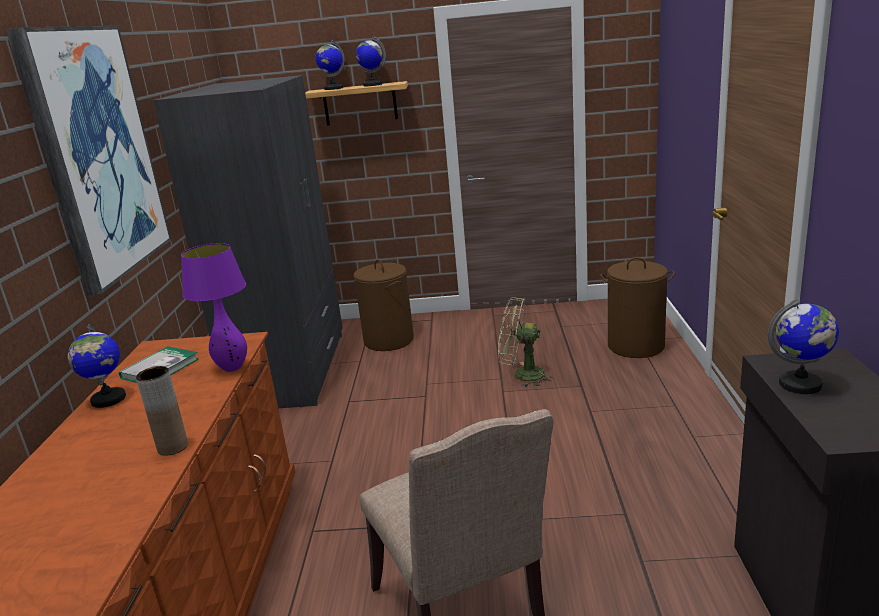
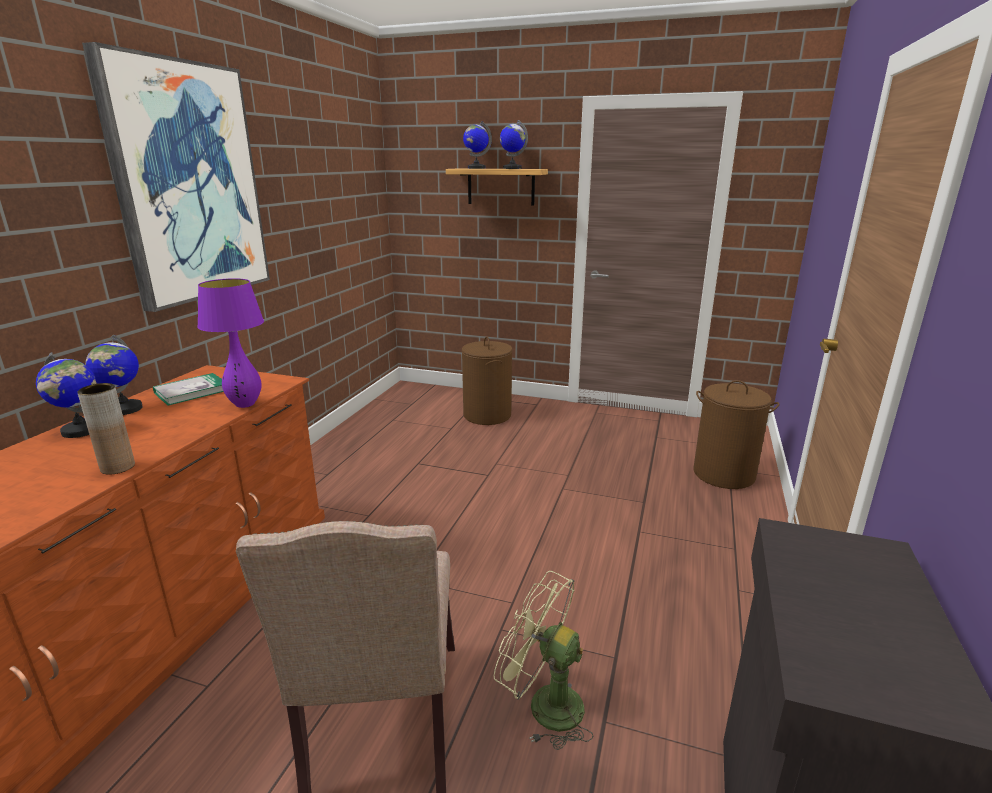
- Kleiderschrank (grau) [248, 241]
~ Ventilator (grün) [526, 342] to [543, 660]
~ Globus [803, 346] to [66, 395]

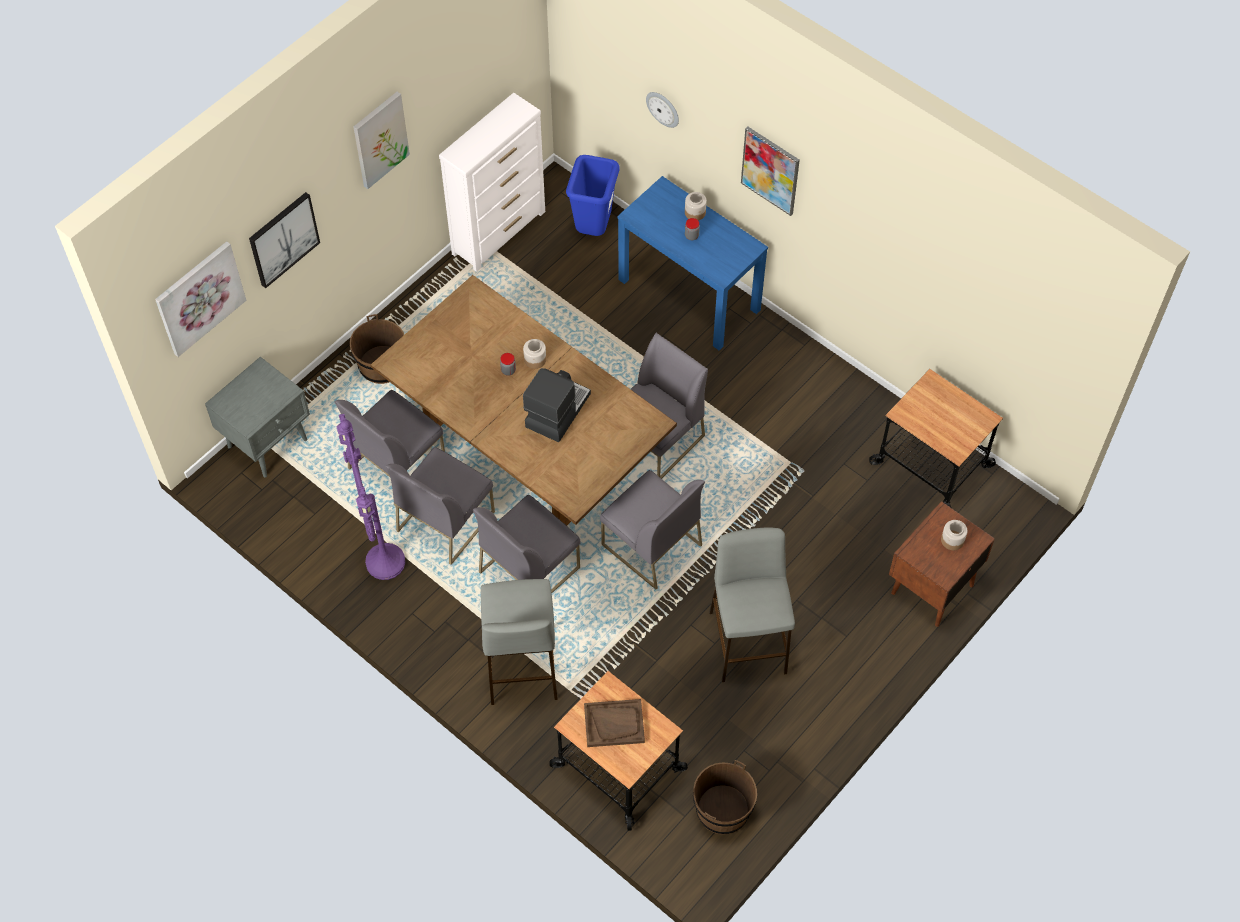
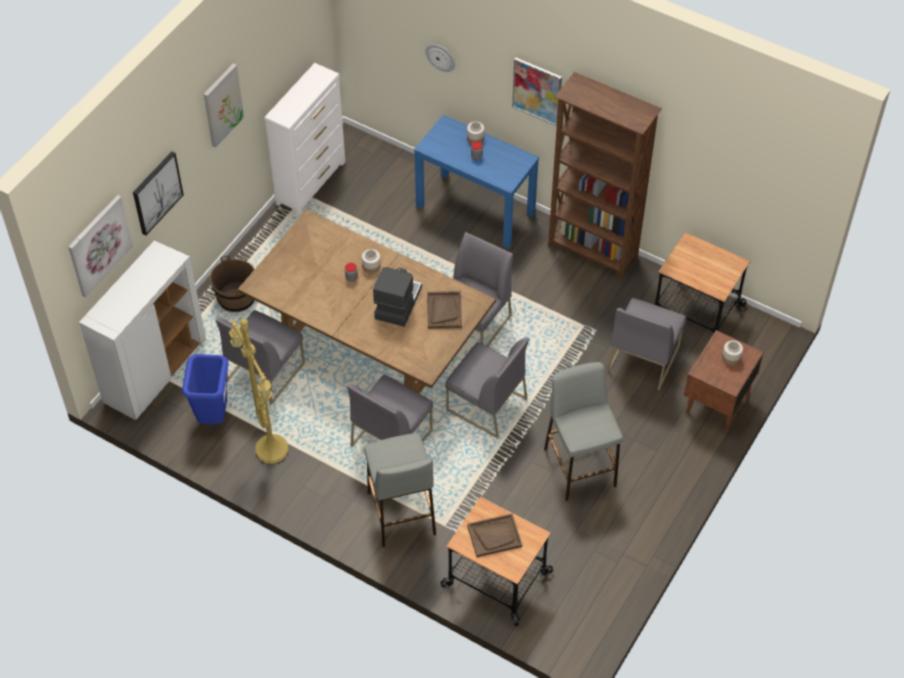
~ Mülleimer (blau) [592, 195] to [205, 389]
~ Nachttisch (grau) [257, 417] to Schrank (weiß) [142, 330]
~ Stehlampe (lila) [370, 497] to Stehlampe (gelb) [258, 391]
~ Stuhl (grau) [440, 506] to [646, 344]
- Eimer (braun) [725, 797]
+ Bücherregal (braun) [605, 176]
+ Tablett (braun) [444, 310]

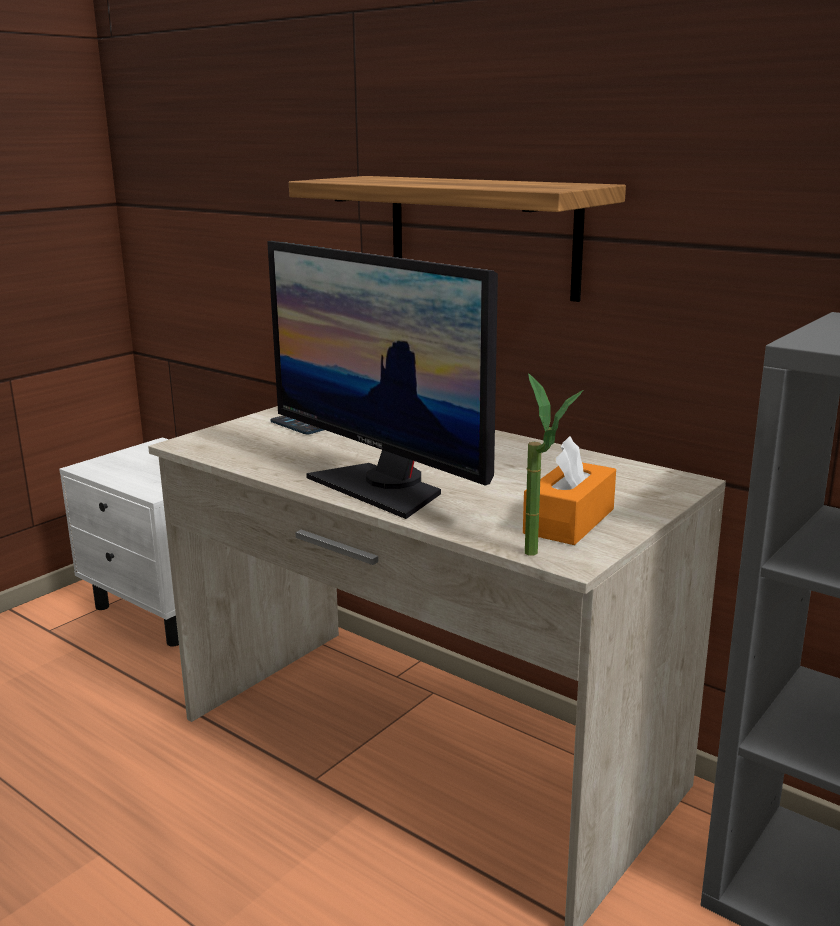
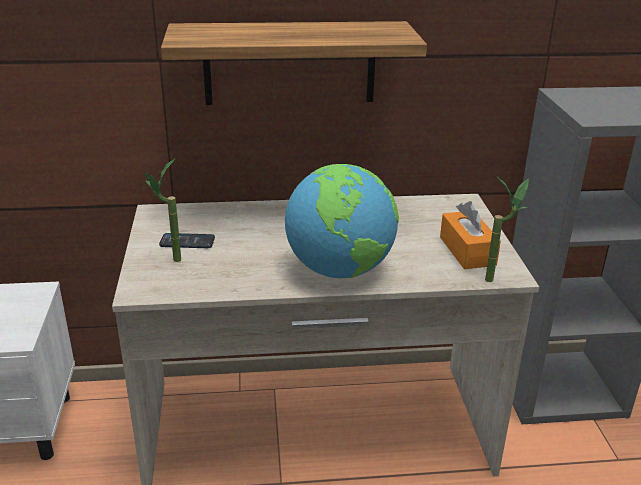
~ Monitor [382, 380] to Globus [342, 221]
+ Topfpflanze [162, 210]

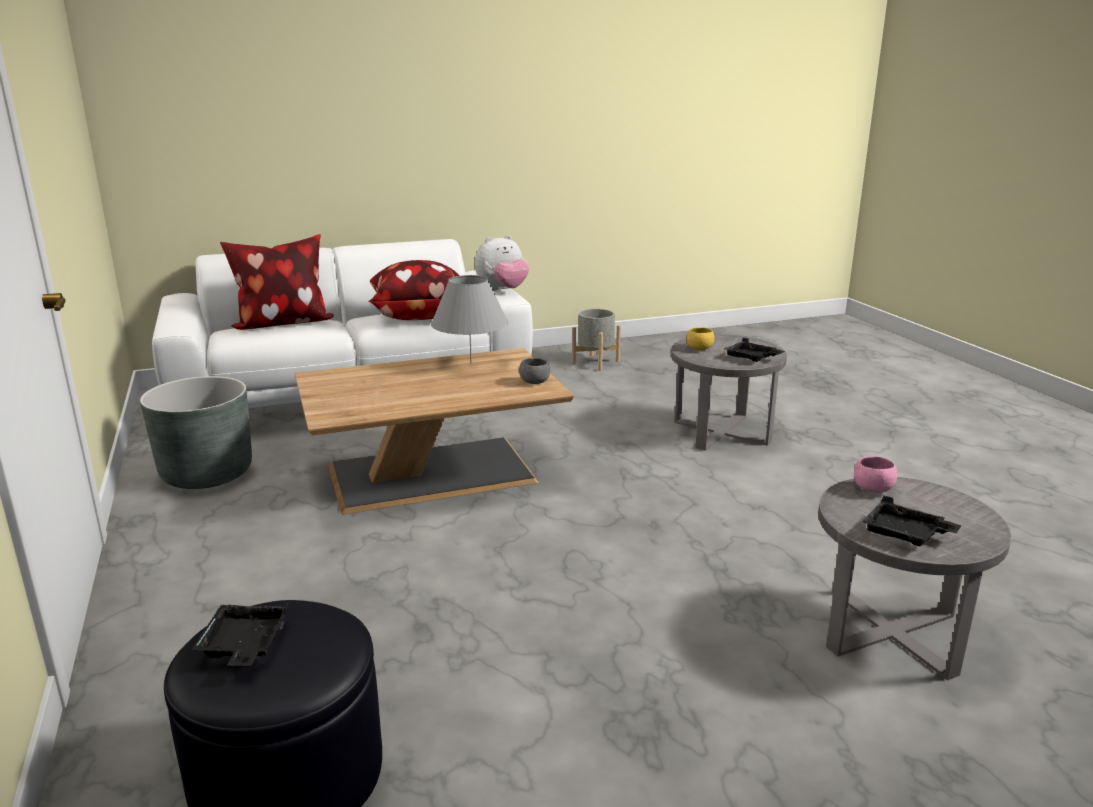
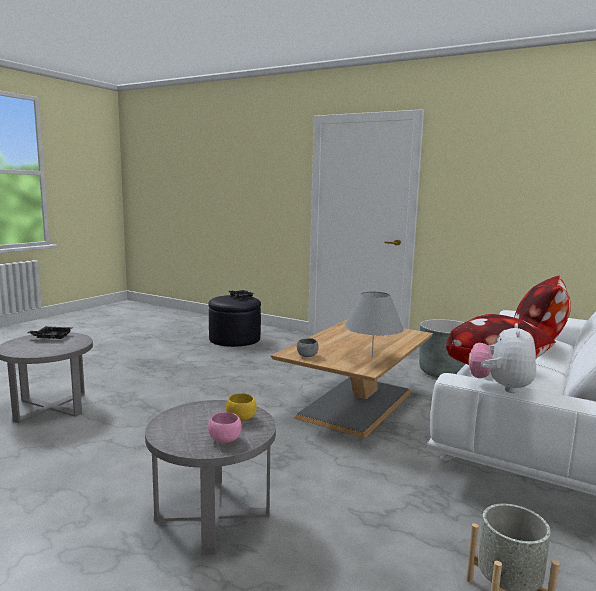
- Tablett (schwarz) [754, 350]
~ Schüssel (rosa) [875, 474] to [225, 427]

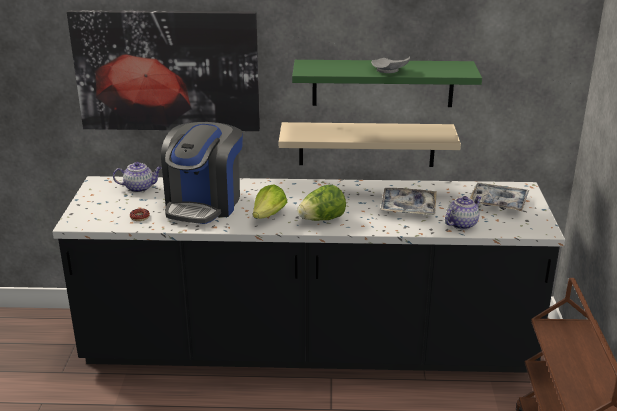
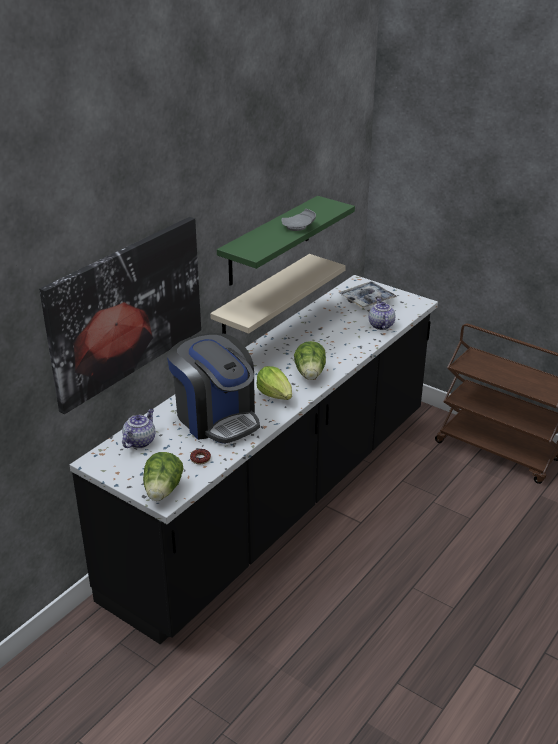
- Tablett [409, 201]
+ Salatkopf [163, 476]

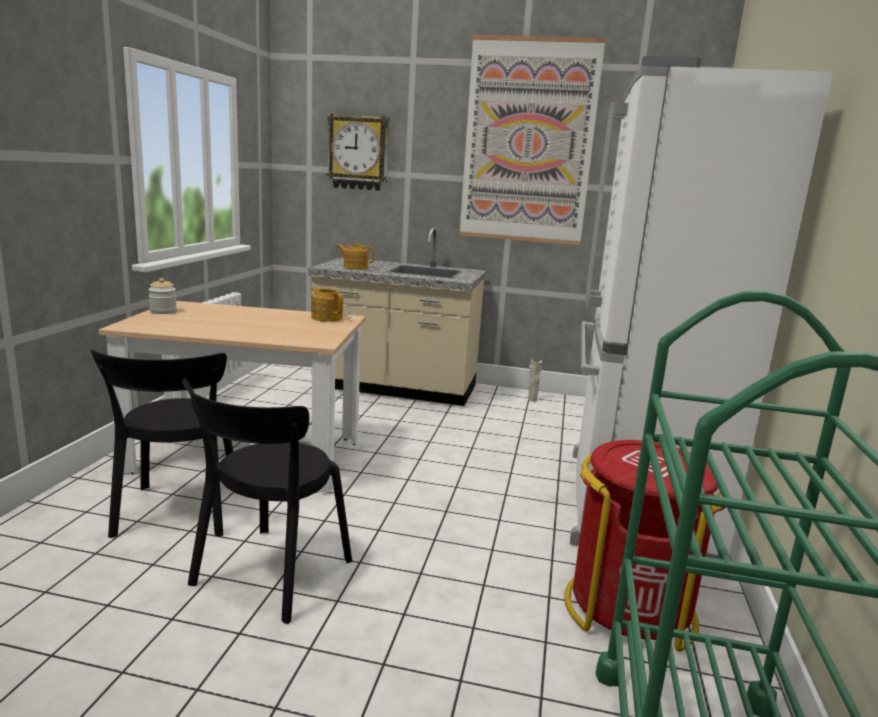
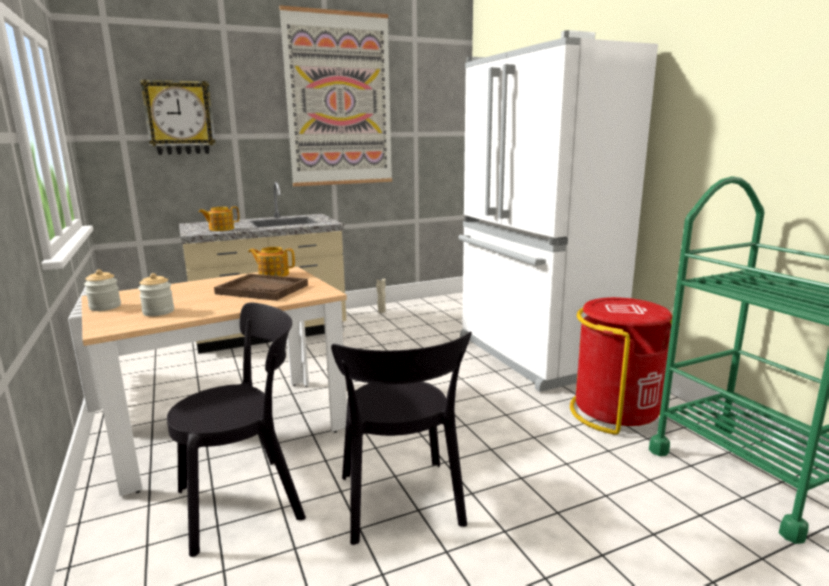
~ Stuhl (schwarz) [162, 443] = [236, 430] 75 degrees counterclockwise
+ Vorratsglas [156, 294]
+ Tablett (braun) [261, 287]

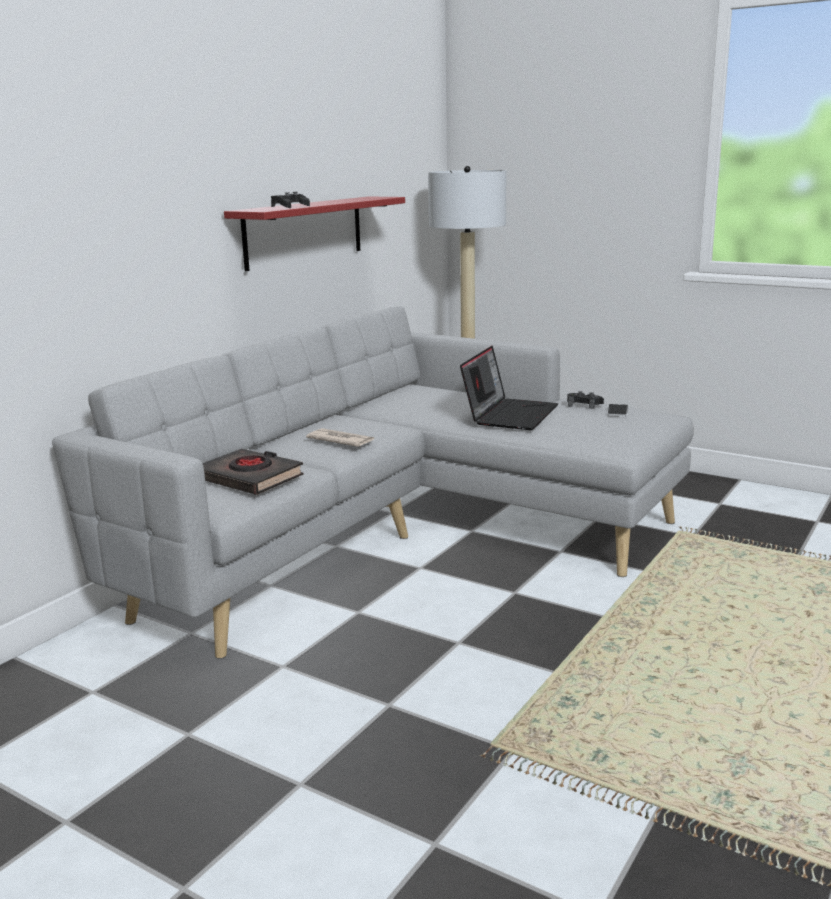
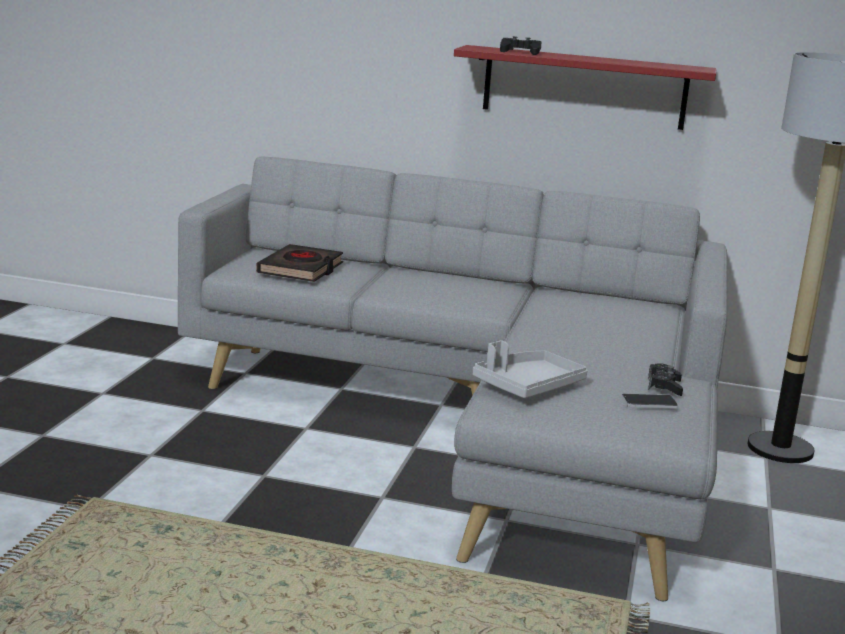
- Laptop [509, 388]
- Zeitung [340, 437]
+ Tablett (grau) [530, 369]

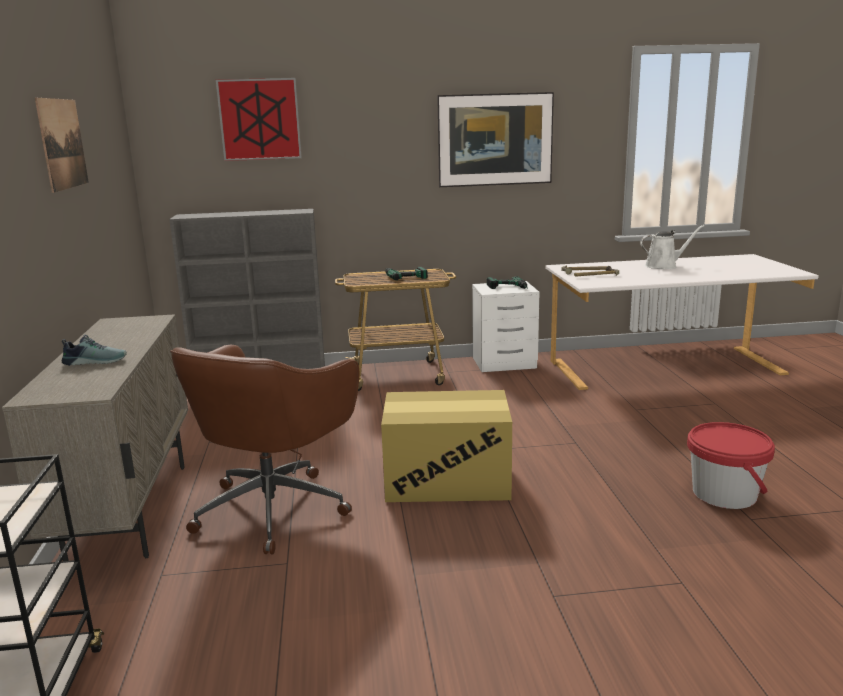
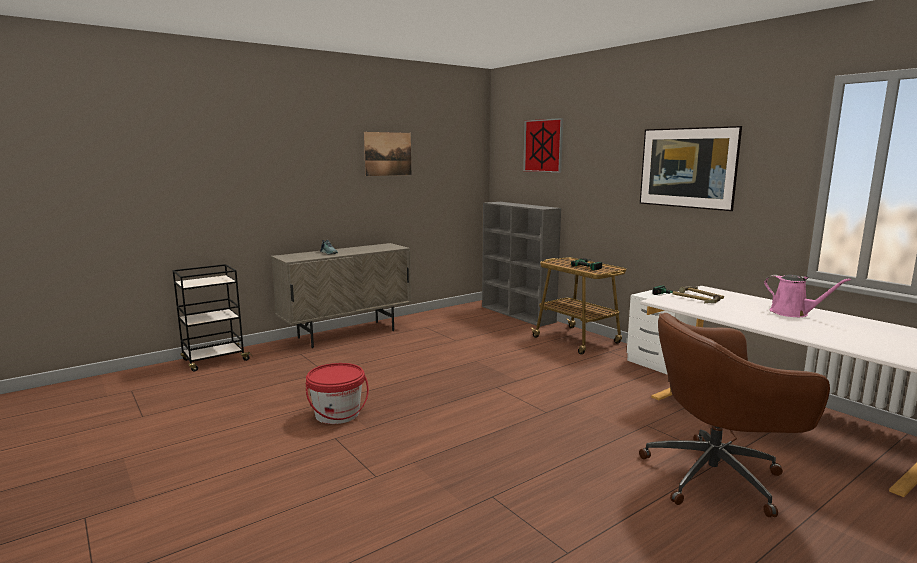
~ Gießkanne (weiß) [672, 247] to Gießkanne (rosa) [807, 296]
~ Bürostuhl (braun) [264, 449] to [734, 415]
- Karton [446, 446]
~ Eimer (rot) [731, 465] to [337, 393]

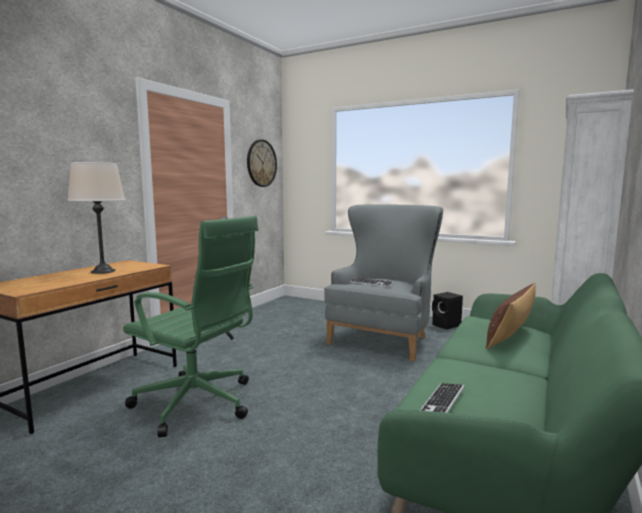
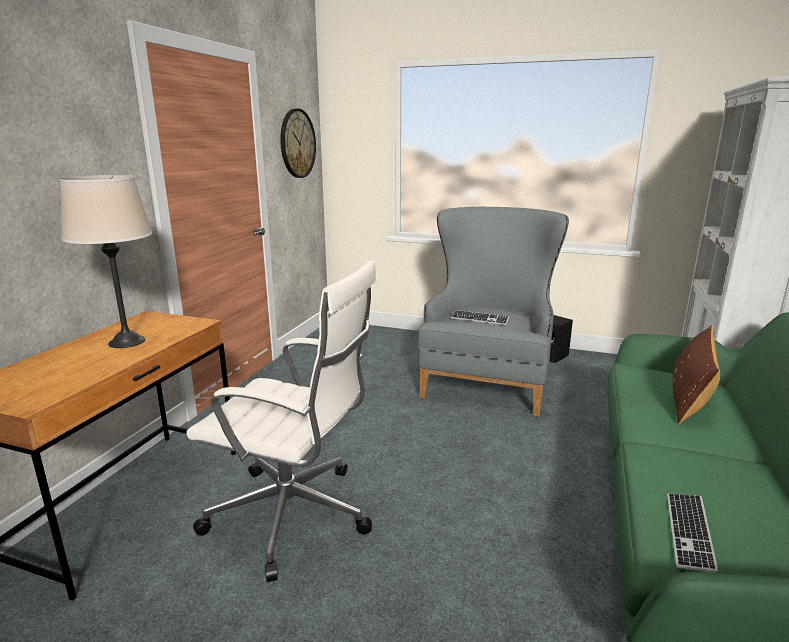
~ Bürostuhl (grün) [190, 326] to Bürostuhl (weiß) [281, 421]

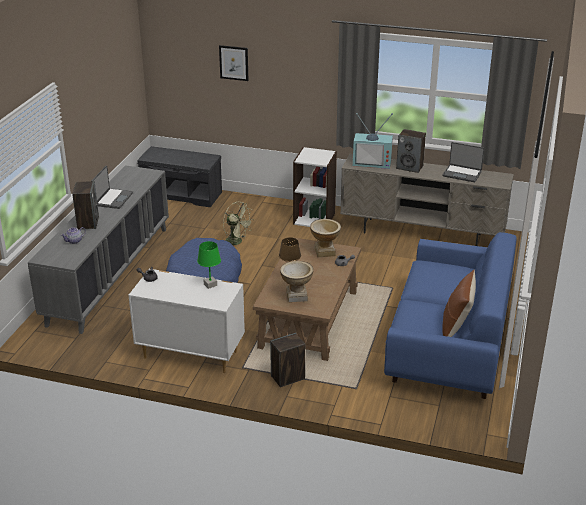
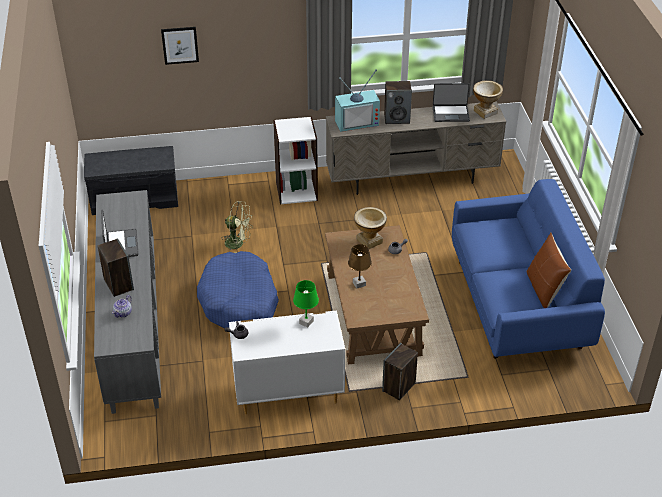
~ Vase [297, 281] to [488, 99]

